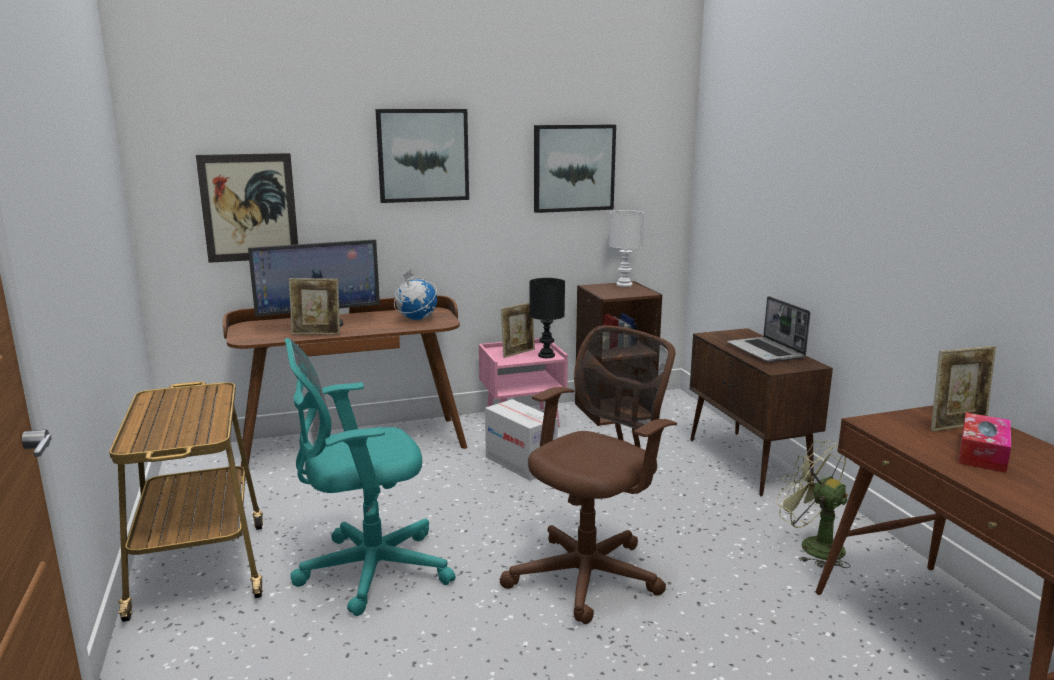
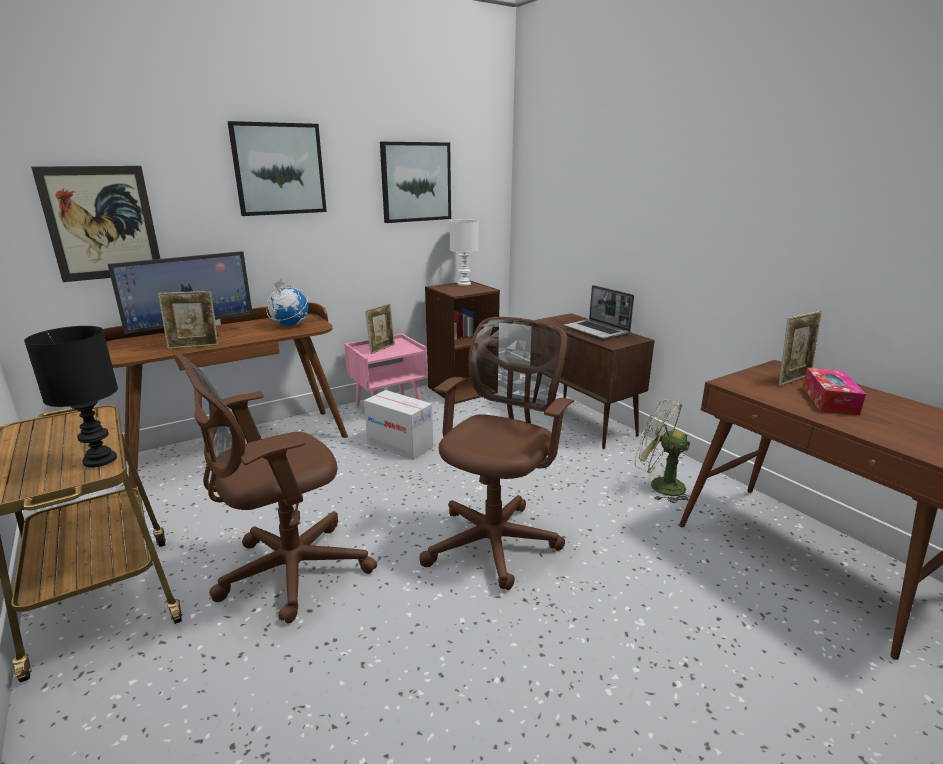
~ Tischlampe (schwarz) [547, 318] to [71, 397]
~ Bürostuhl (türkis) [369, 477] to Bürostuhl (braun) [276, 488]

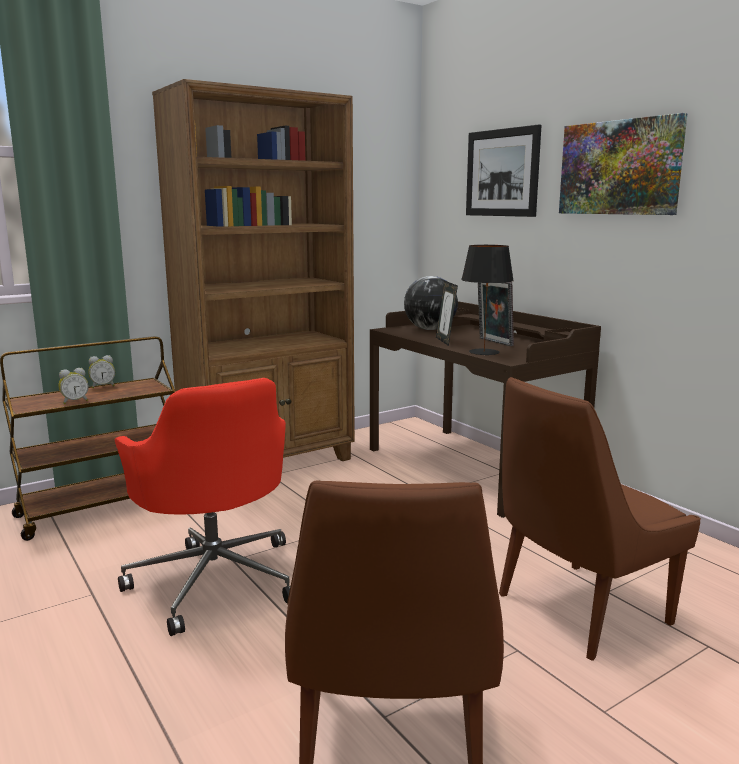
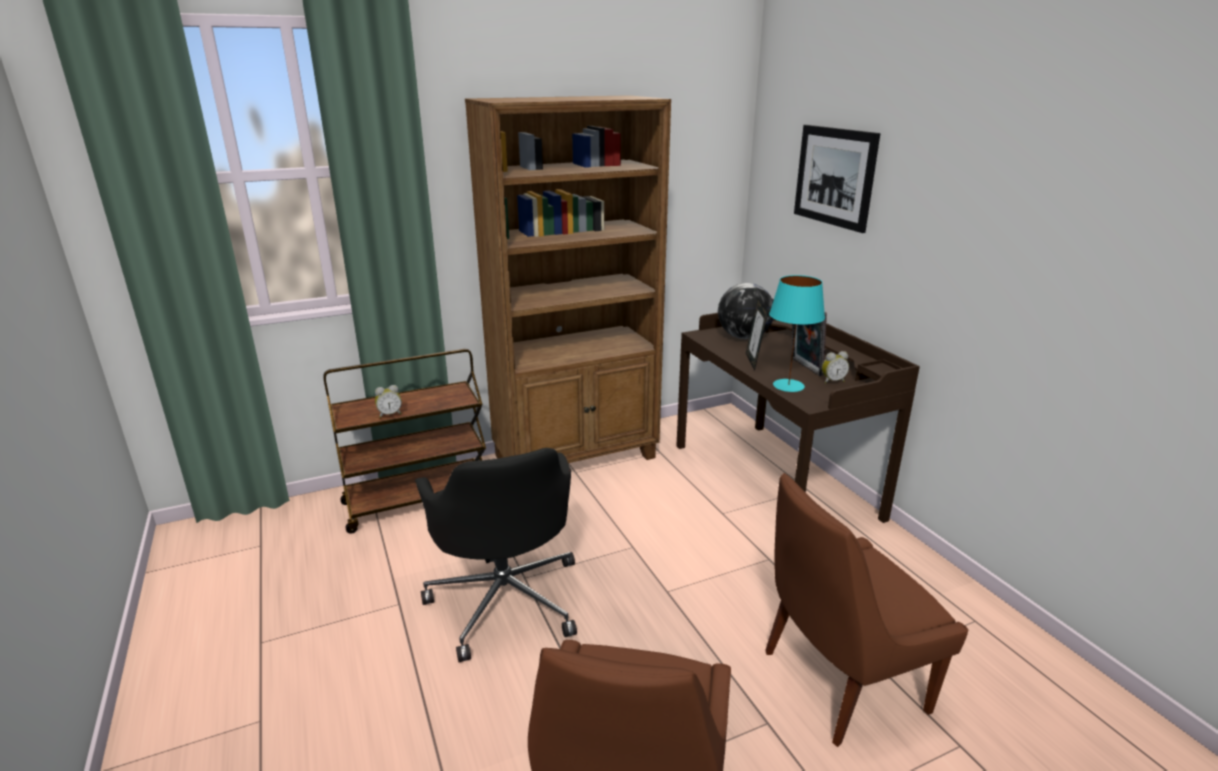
- Bild [623, 164]
~ Tischlampe (schwarz) [487, 300] to Tischlampe (türkis) [797, 333]
~ Wecker [102, 371] to [835, 367]
~ Bürostuhl (rot) [202, 507] to Bürostuhl (schwarz) [496, 555]

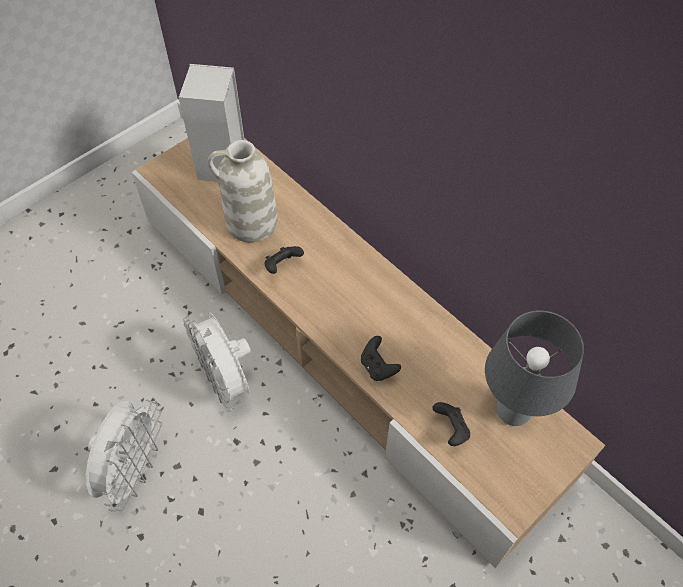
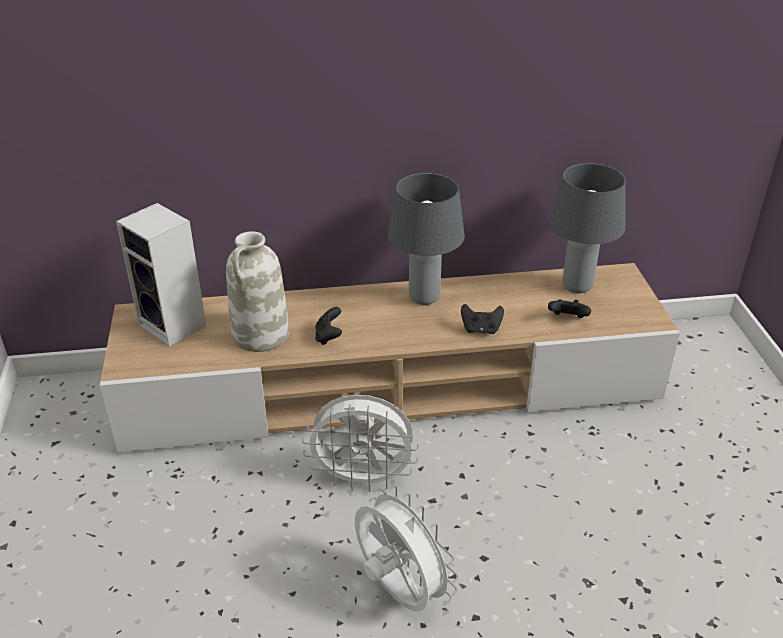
+ Tischlampe (grau) [426, 239]

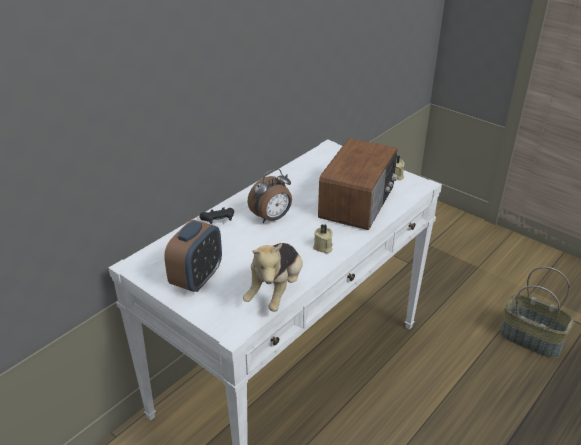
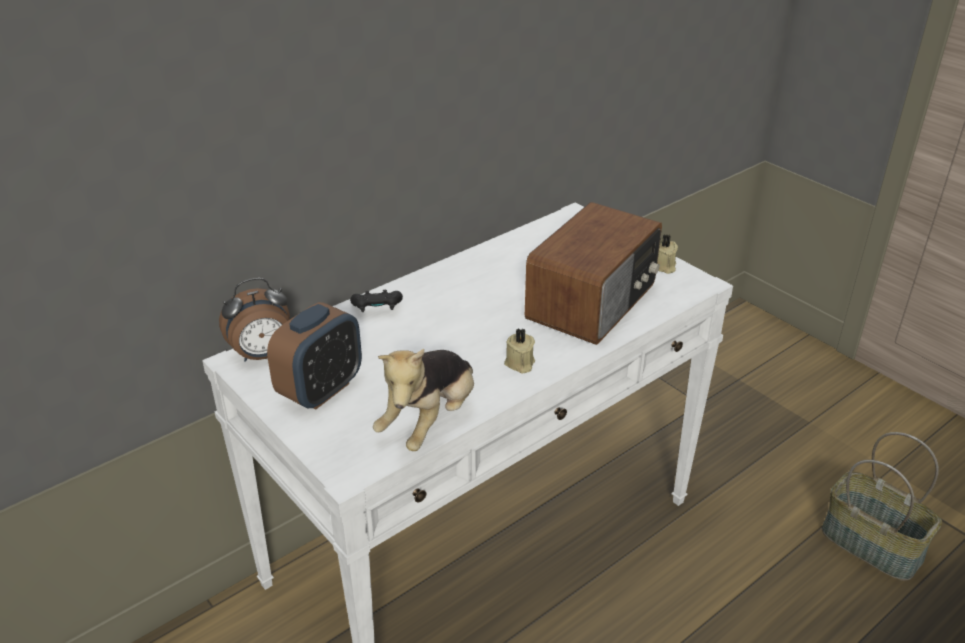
~ Wecker [269, 195] to [254, 320]

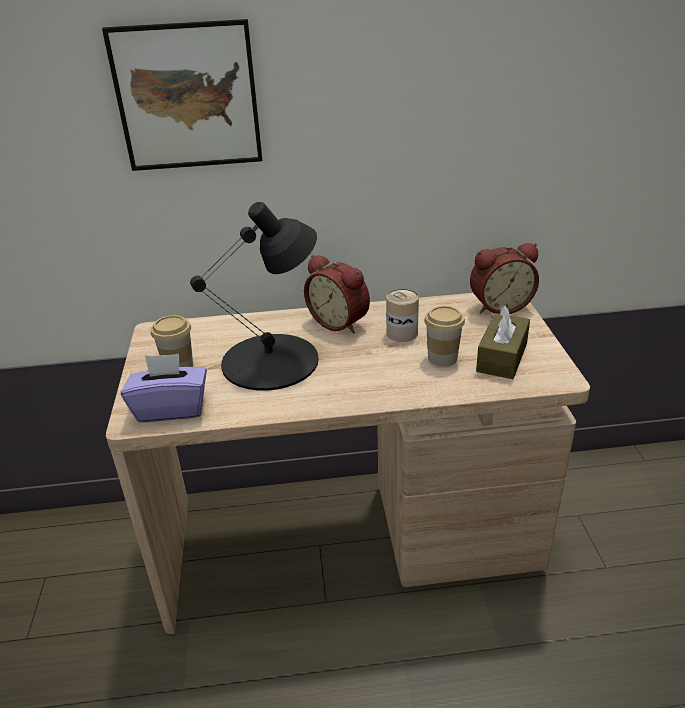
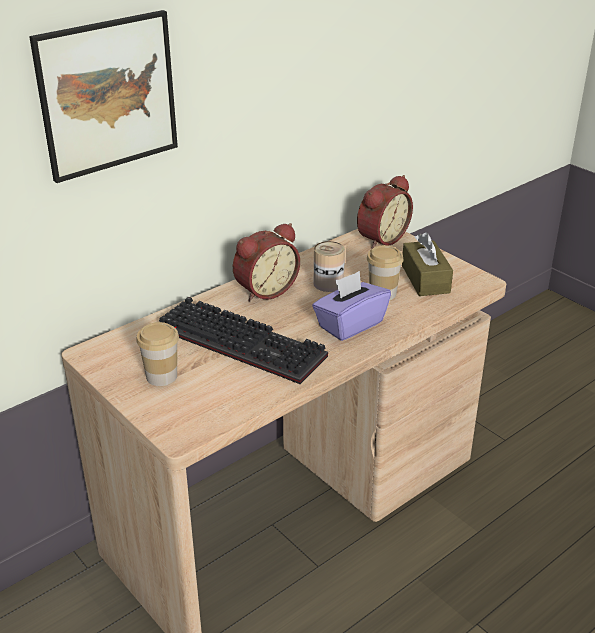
~ Tischlampe (schwarz) [254, 296] to Tastatur [243, 340]
~ Wecker [337, 294] = [266, 262] 45 degrees counterclockwise
~ Taschentuchbox (lila) [163, 388] to [351, 306]

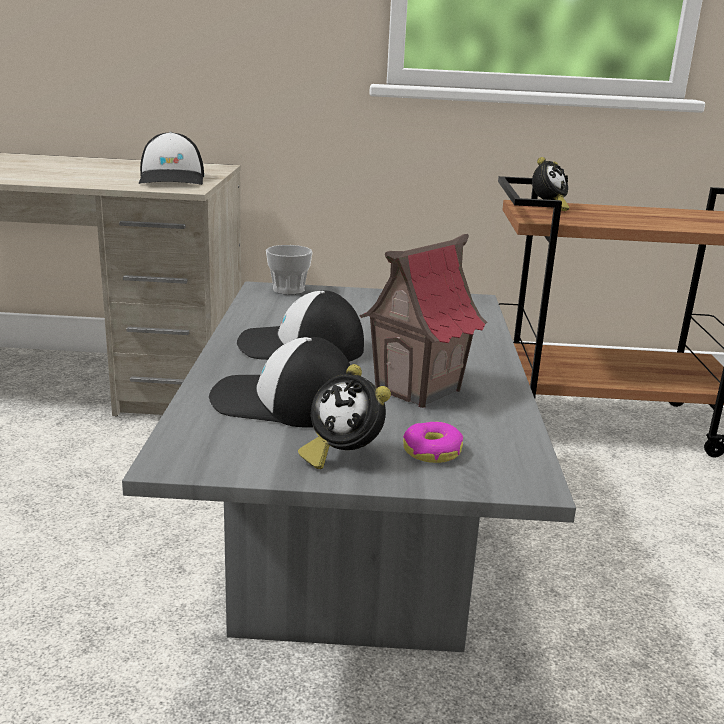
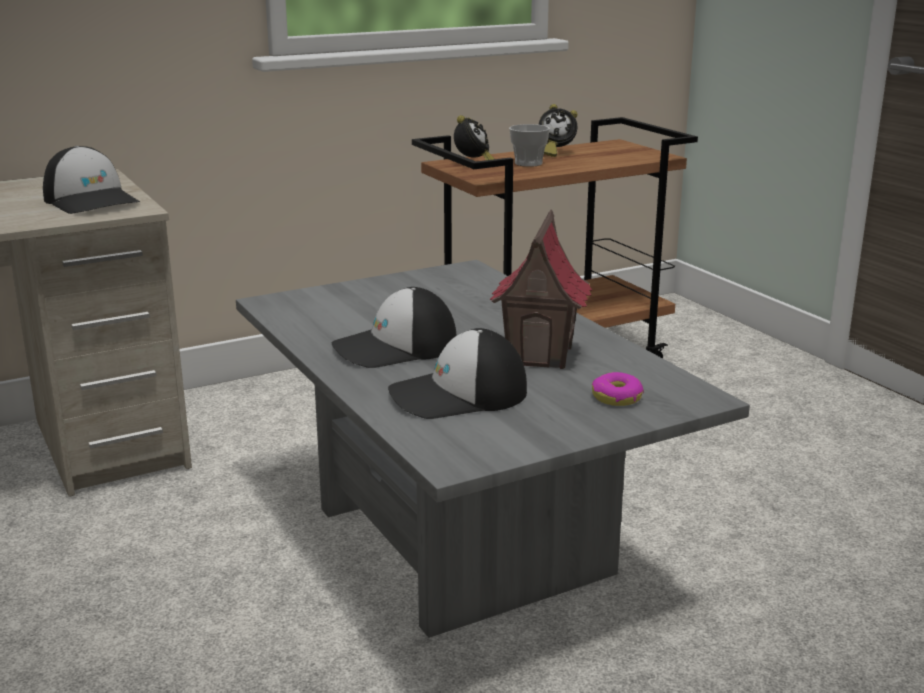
~ Tasse [289, 270] to [529, 145]
~ Wecker [344, 416] to [558, 130]

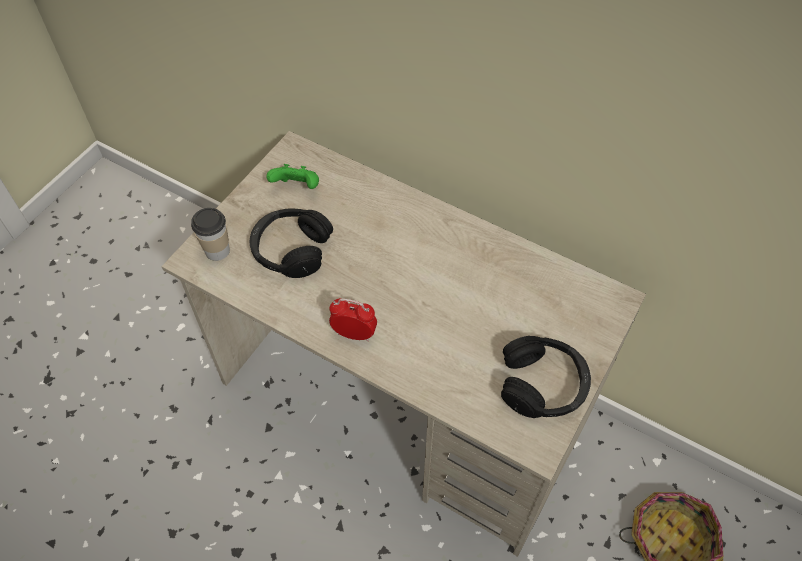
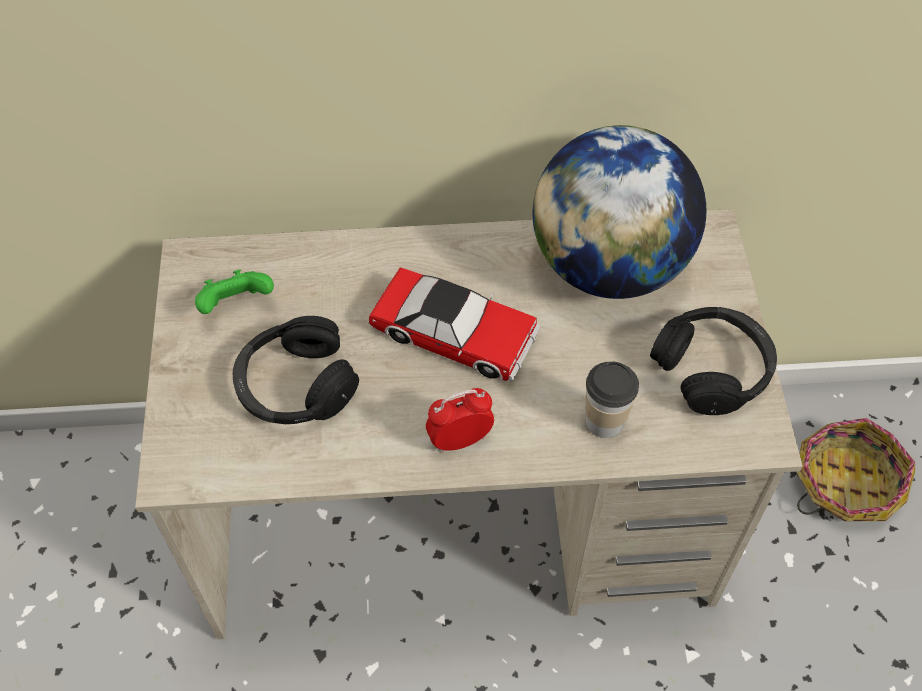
~ Tasse [210, 234] to [612, 400]
+ Globus [619, 212]
+ Spielzeugauto [454, 325]

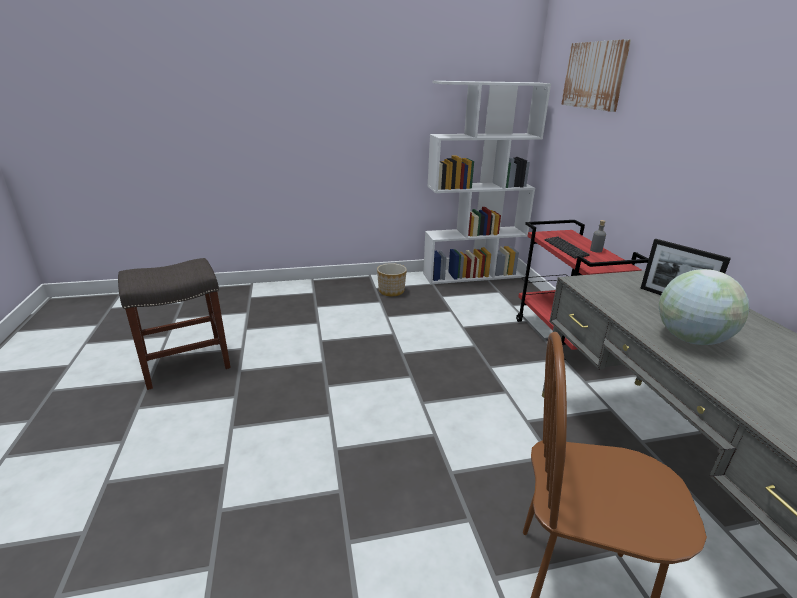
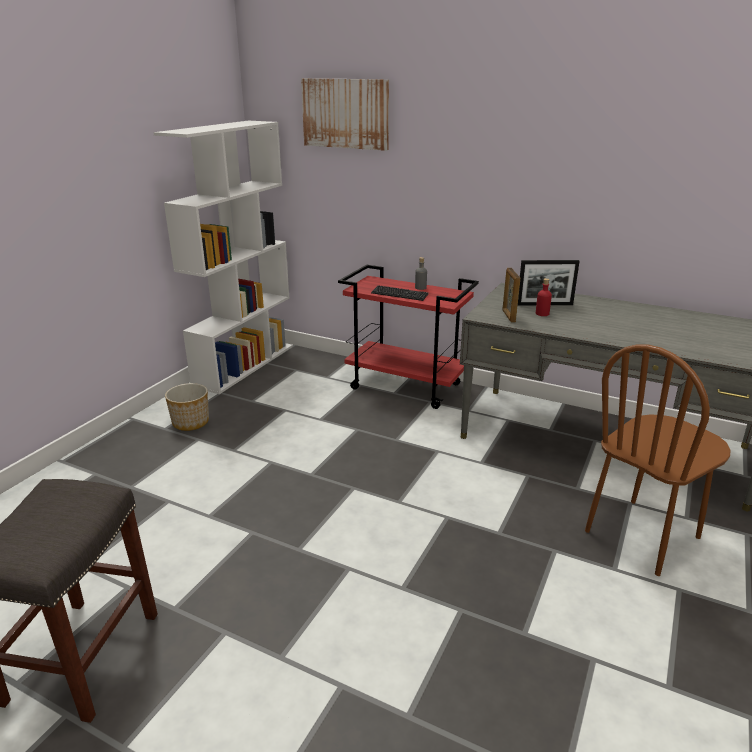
- Globus [704, 307]
+ Bilderrahmen [511, 295]
+ Flasche (rot) [544, 297]

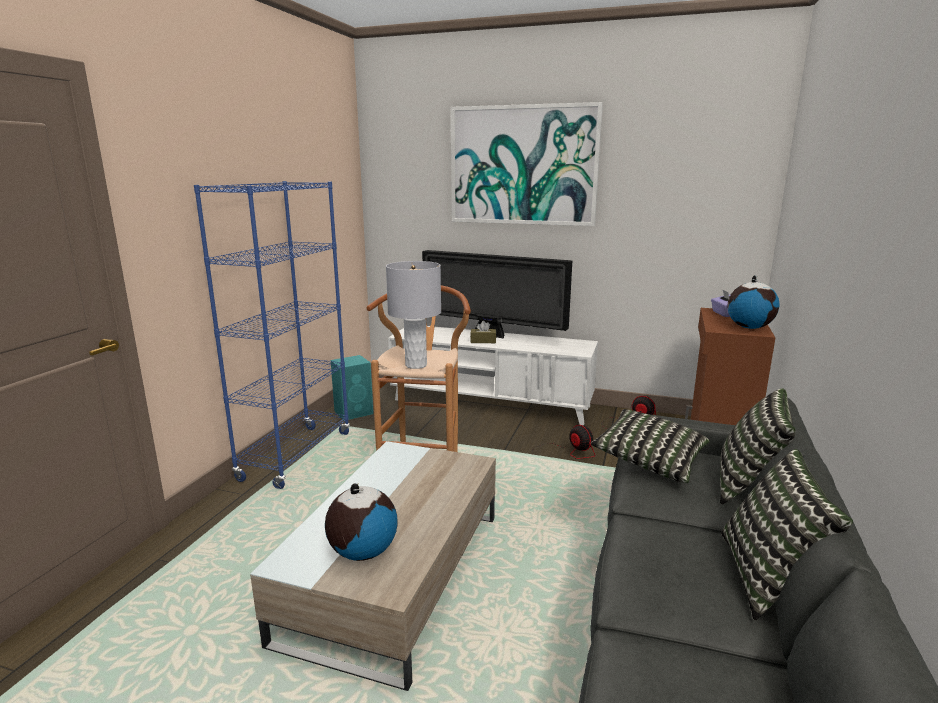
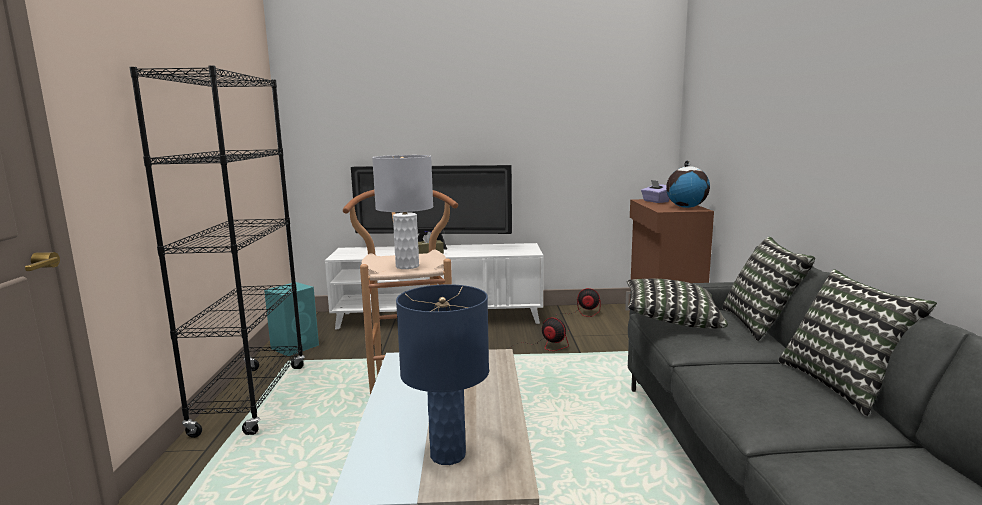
- Bild [527, 164]
~ Bücherregal (blau) [272, 335] to Bücherregal (schwarz) [217, 252]
~ Globus [361, 522] to Tischlampe (blau) [442, 374]

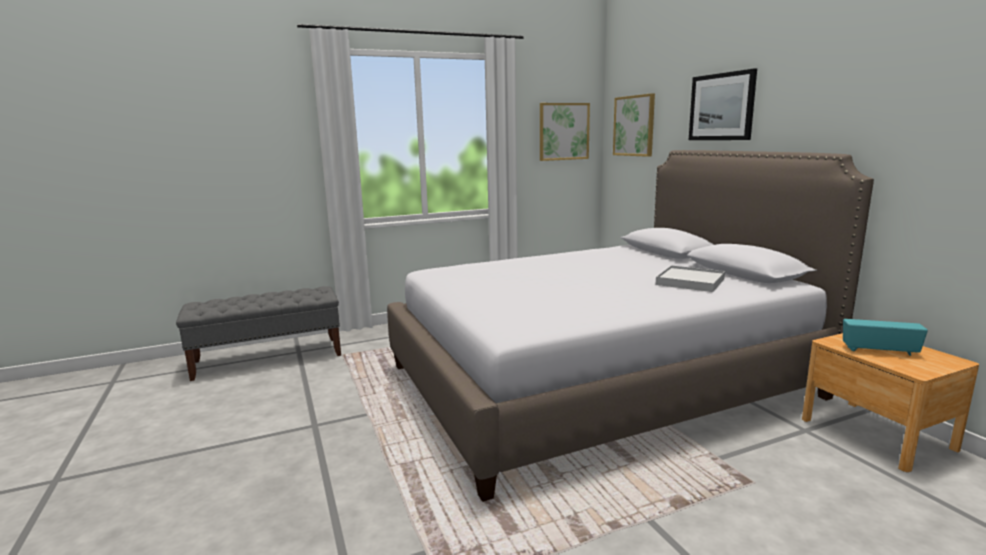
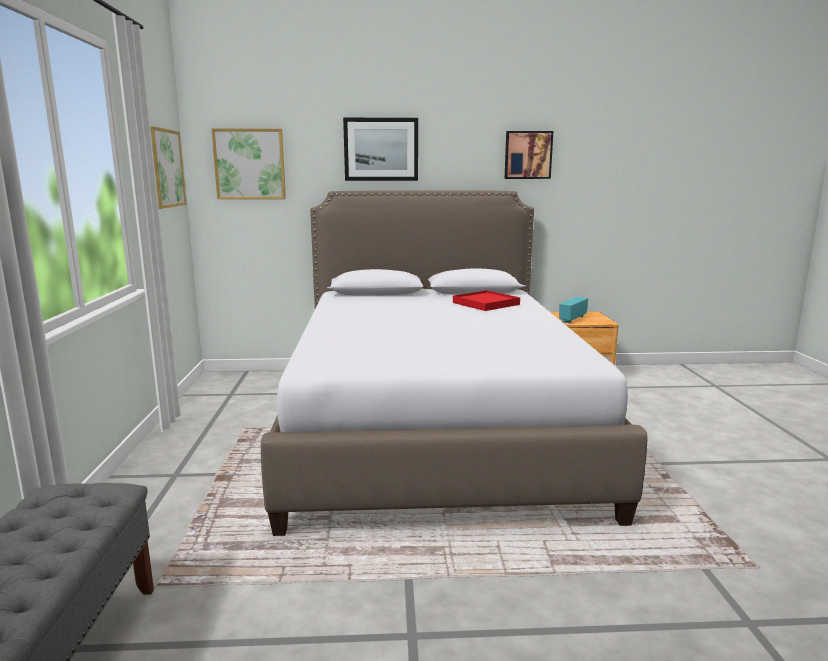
~ Tablett (weiß) [690, 278] to Tablett (rot) [486, 300]
+ Bild [529, 155]

